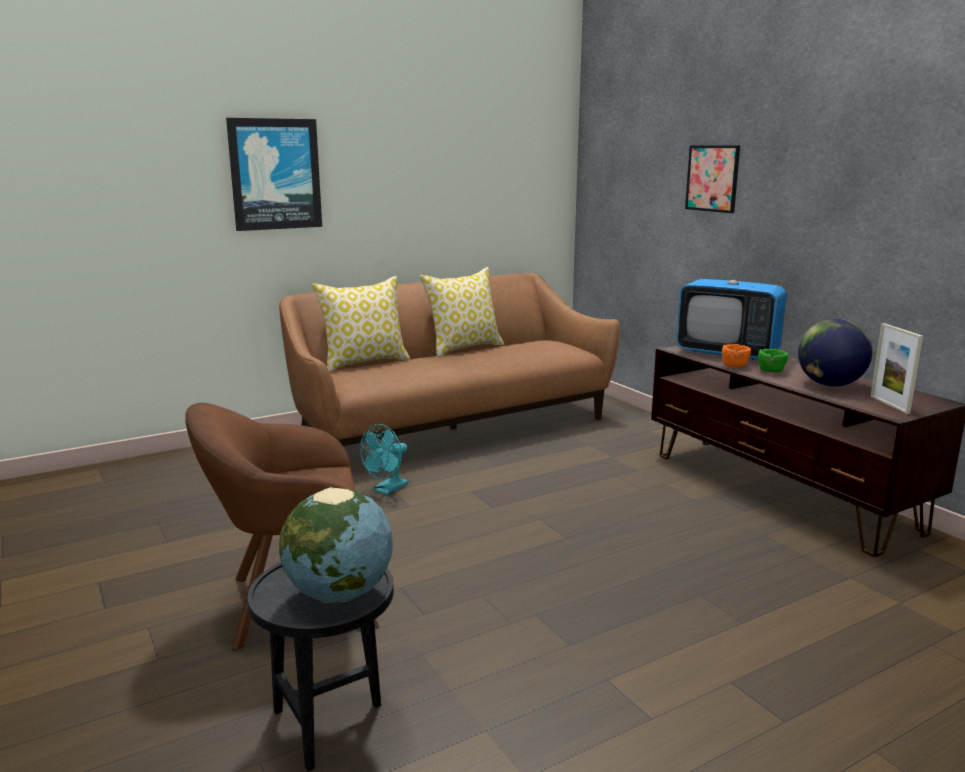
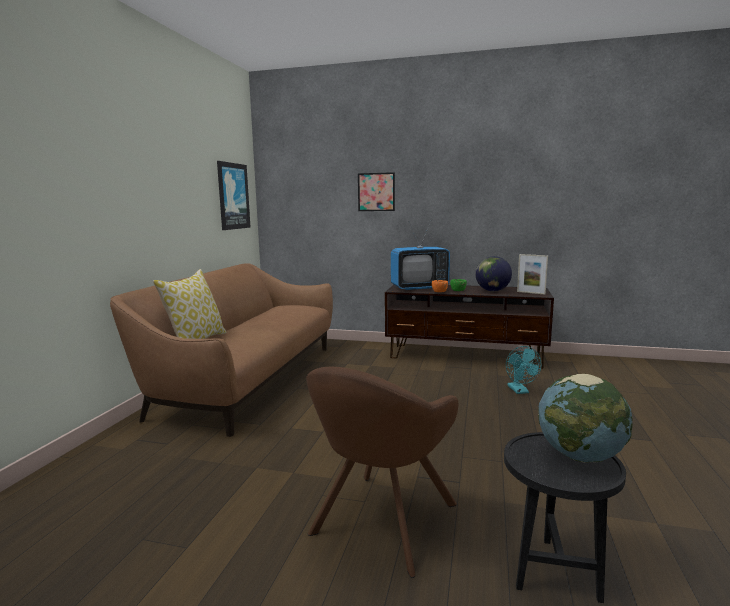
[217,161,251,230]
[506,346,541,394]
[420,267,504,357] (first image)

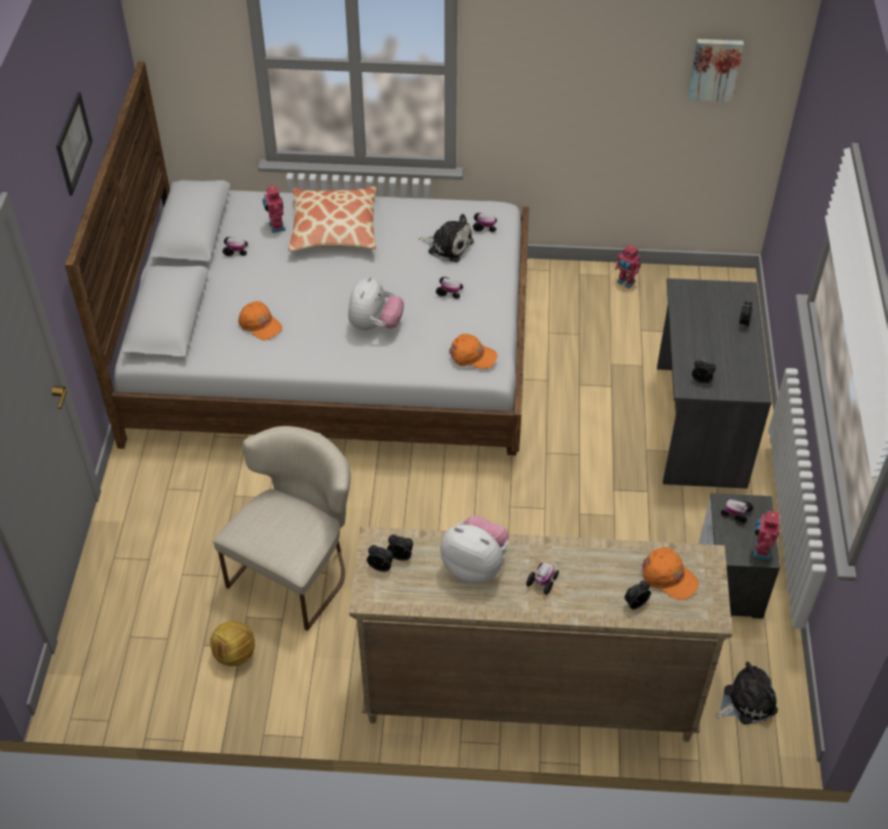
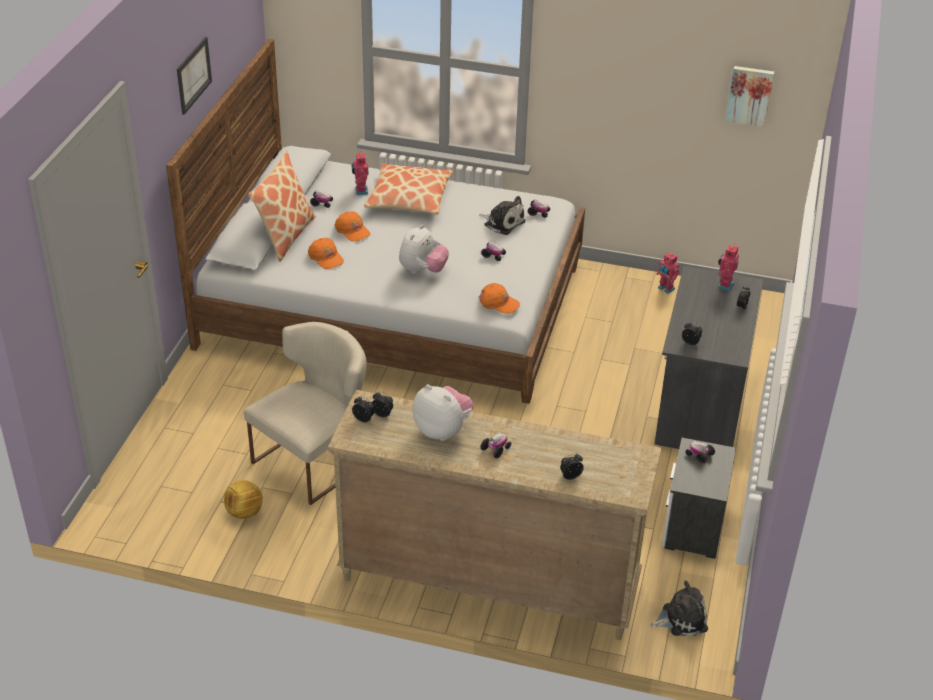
[248,151,316,262]
[335,211,370,241]
[718,243,739,291]

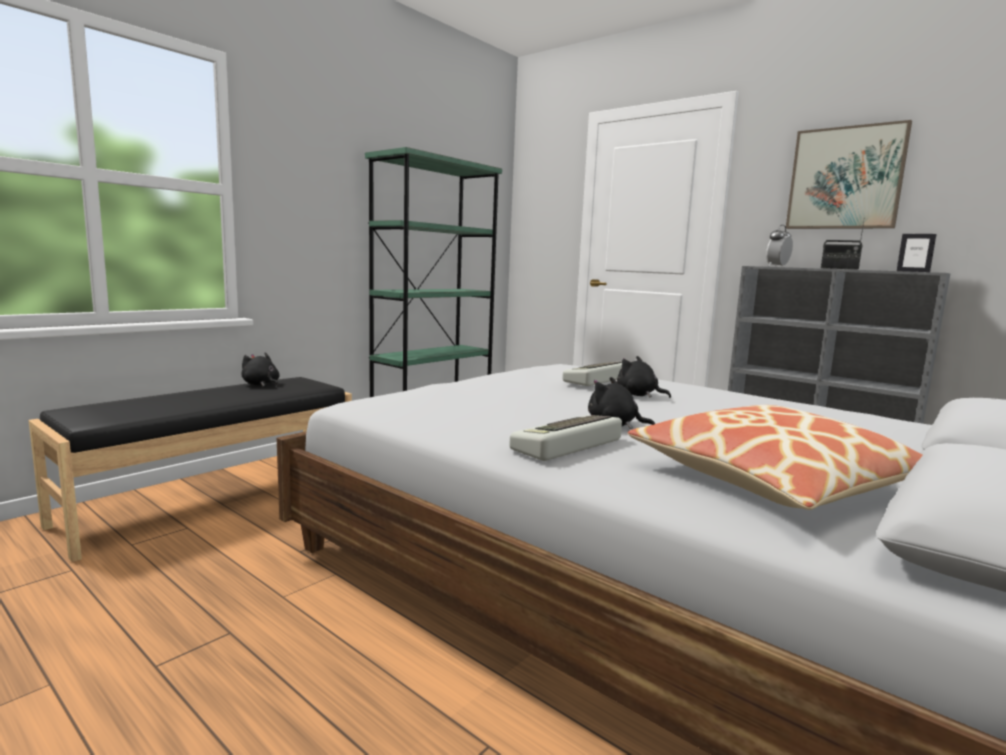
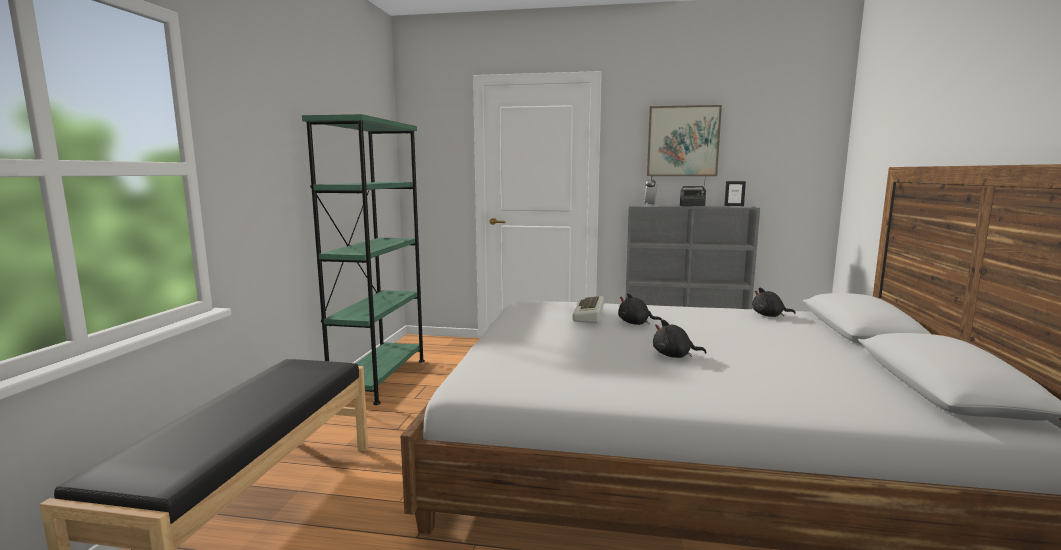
[752,288,796,317]
[509,415,622,461] (first image)
[628,405,923,510] (first image)

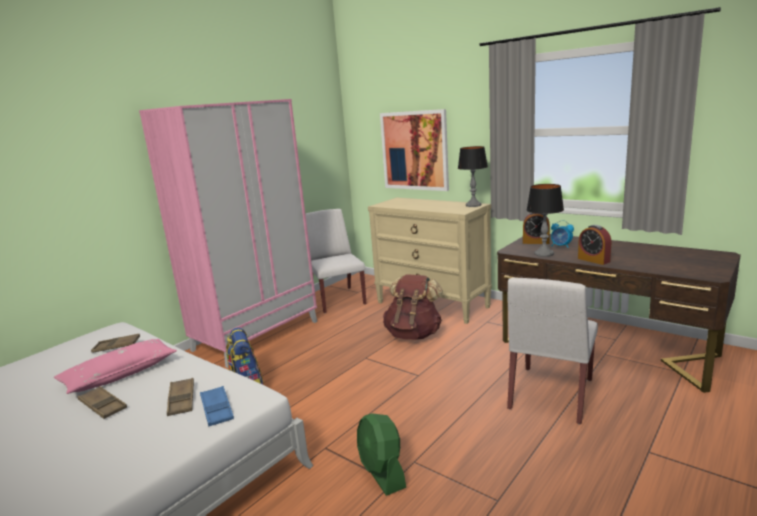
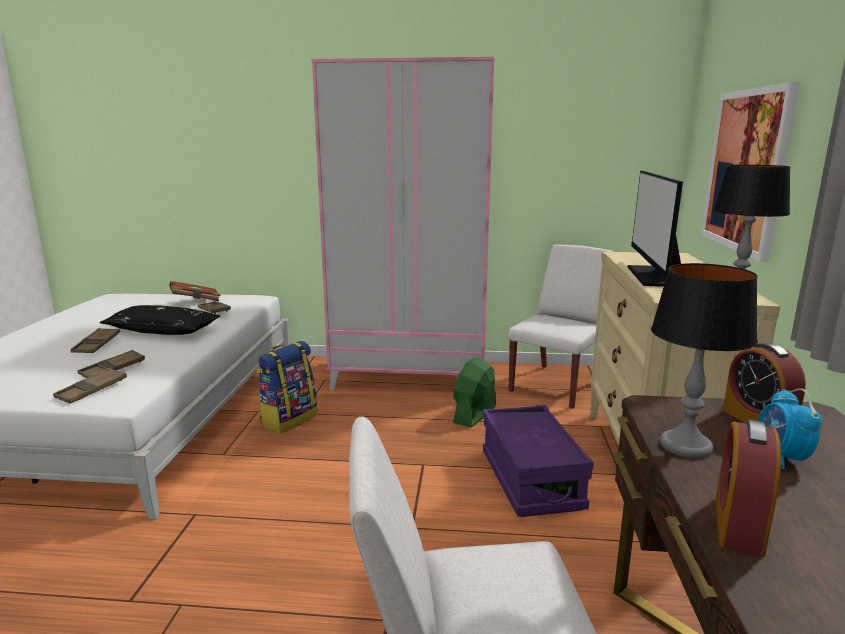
[53,368,127,404]
[99,305,220,335]
[169,281,221,301]
[453,357,496,428]
[483,405,594,517]
[628,171,683,287]

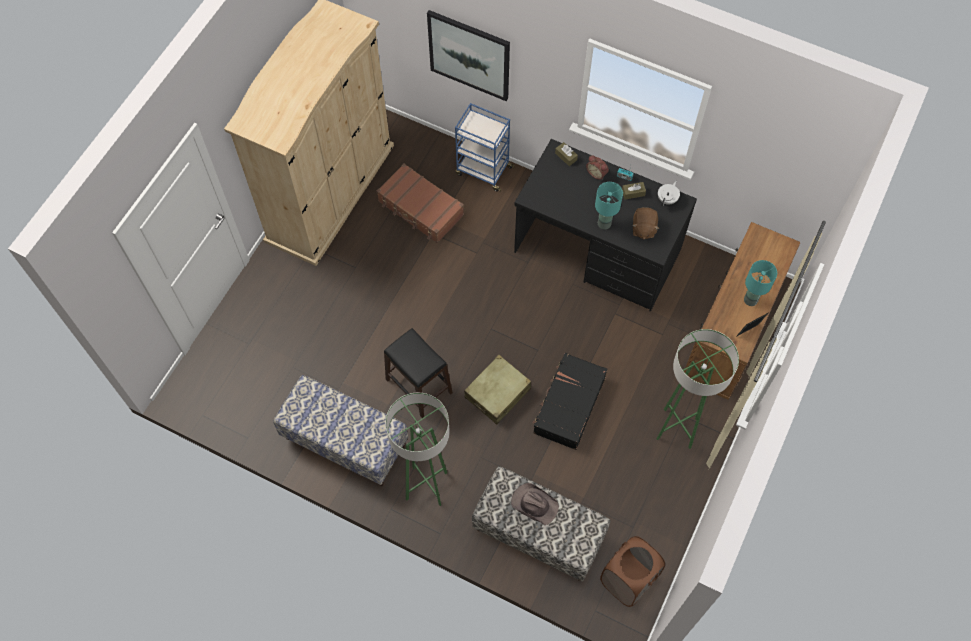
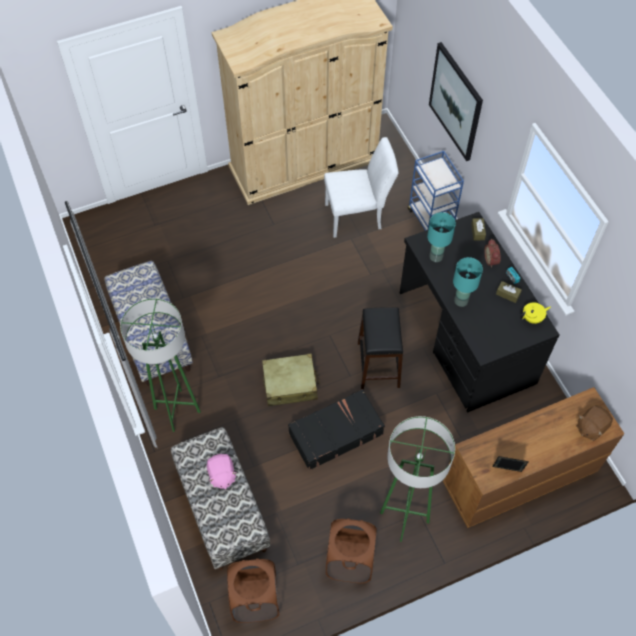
[207,454,236,489]
[324,137,399,238]
[326,518,377,583]
[358,307,403,389]
[427,212,456,262]
[520,302,551,324]
[577,405,613,441]

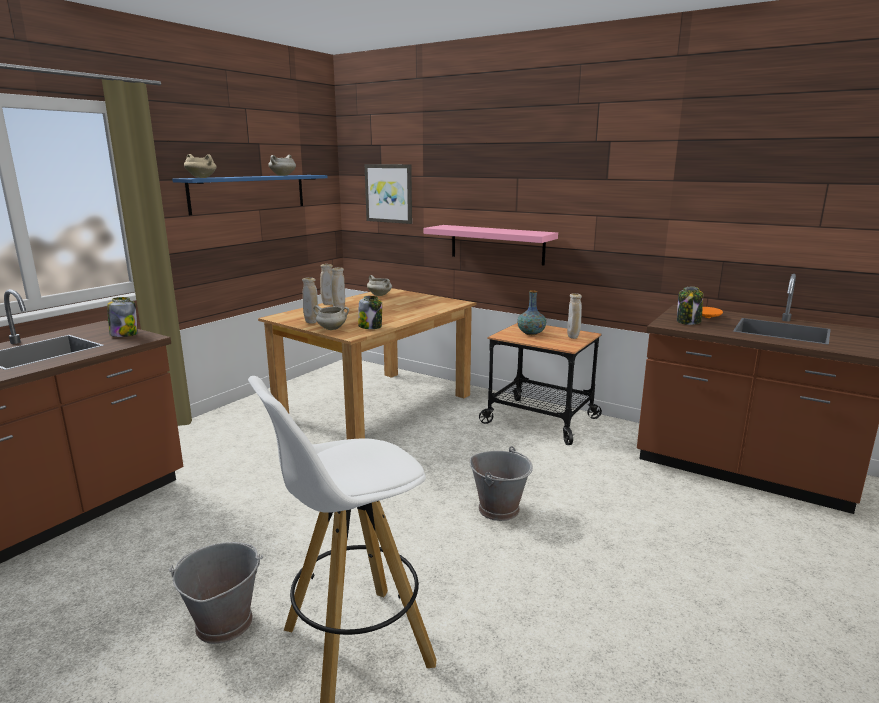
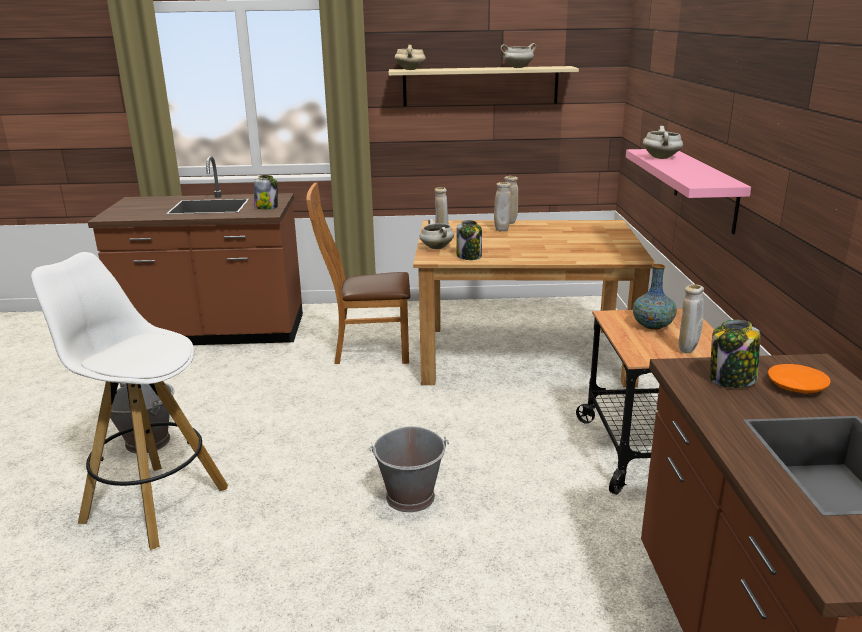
[306,183,410,364]
[389,66,579,107]
[643,126,683,159]
[365,164,412,224] (first image)

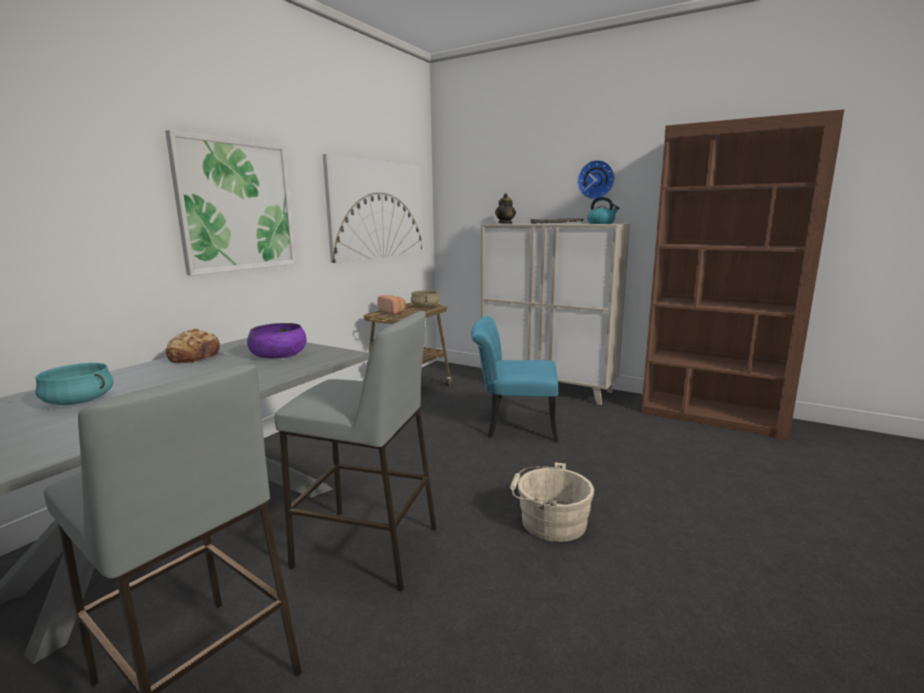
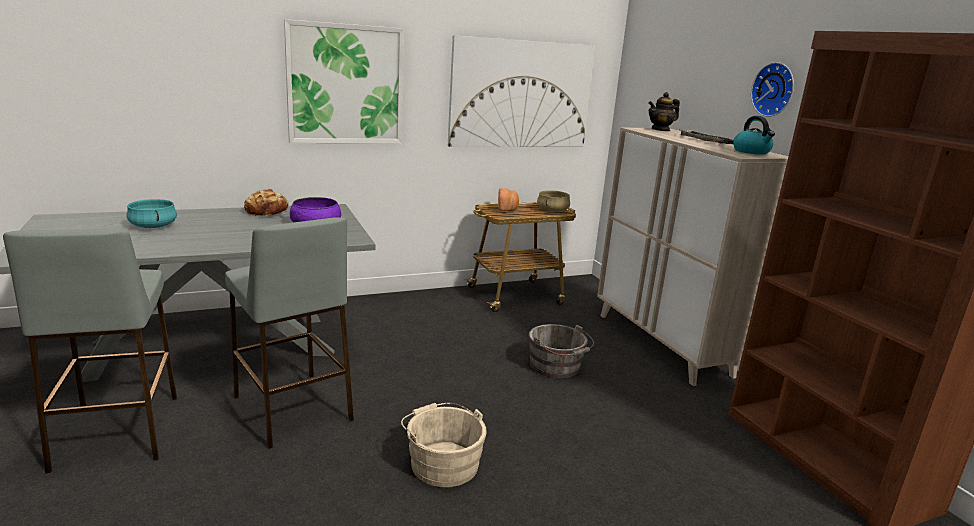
[528,324,594,378]

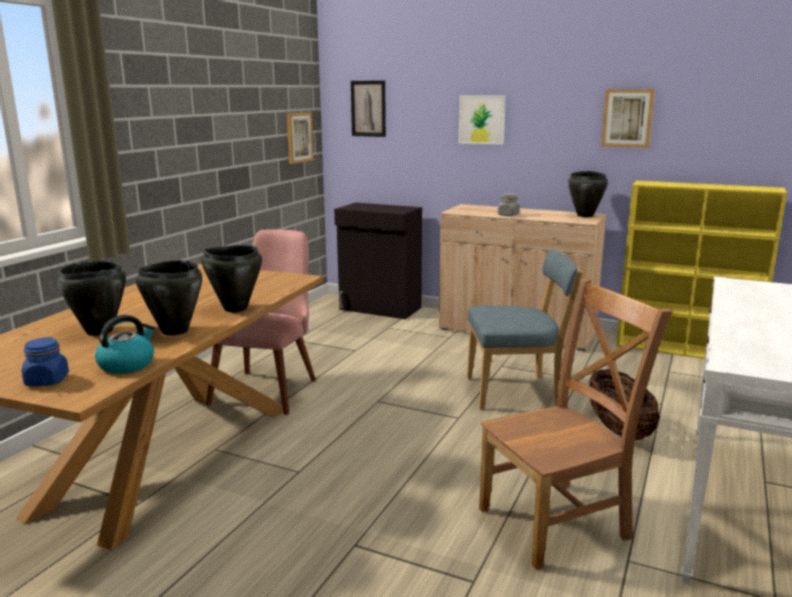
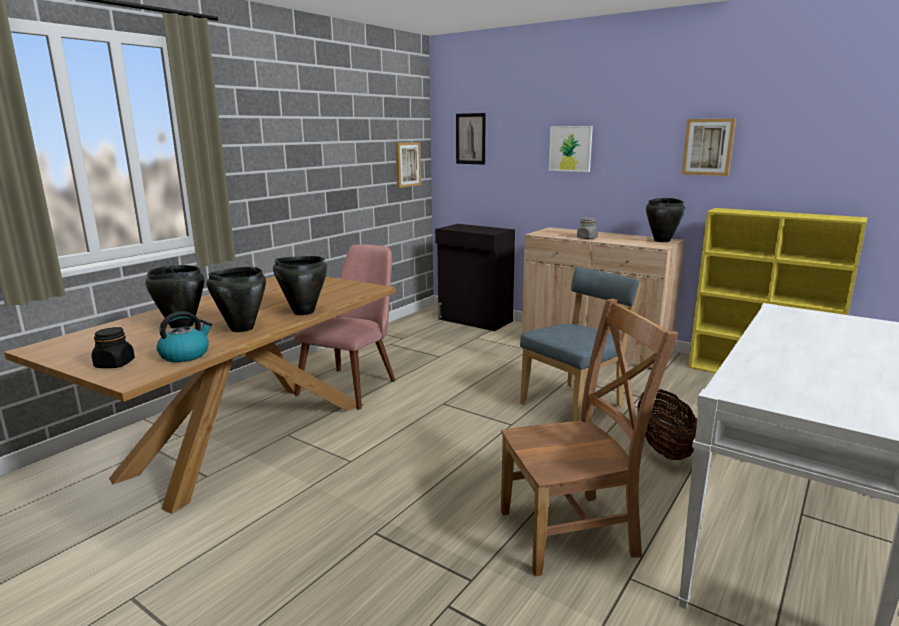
[92,327,135,368]
[520,267,641,422]

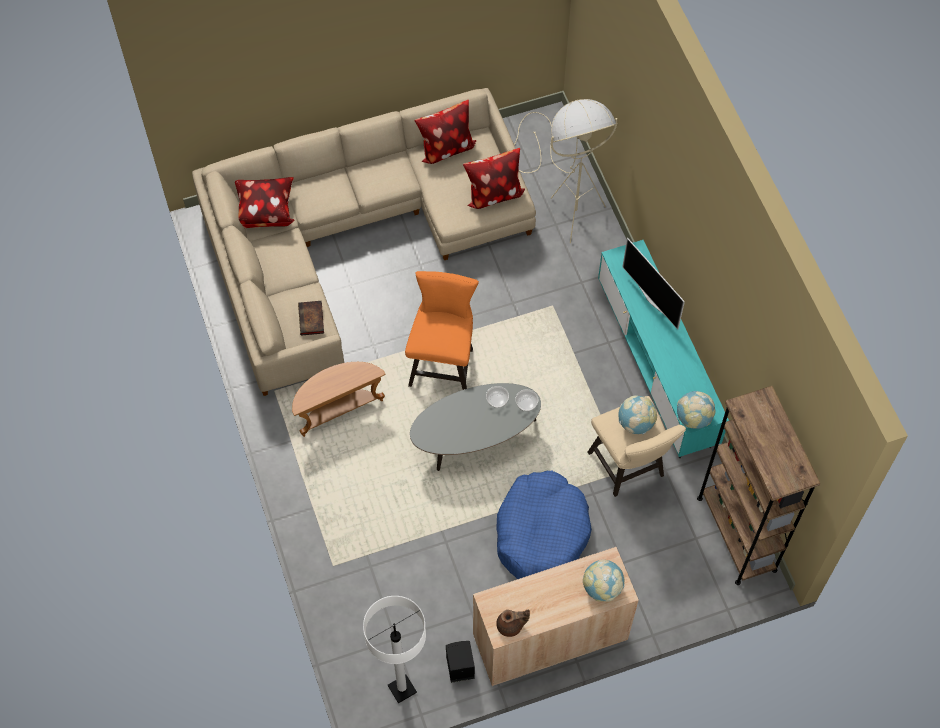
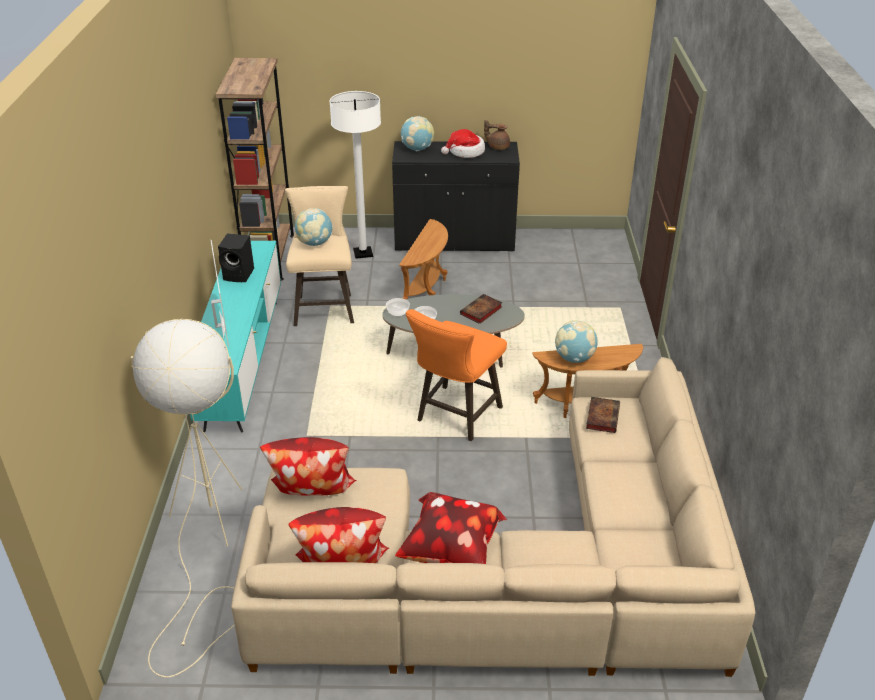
[218,234,254,282]
[329,91,381,259]
[392,141,520,252]
[395,492,507,564]
[399,219,448,299]
[441,129,485,158]
[460,294,502,324]
[555,320,598,363]

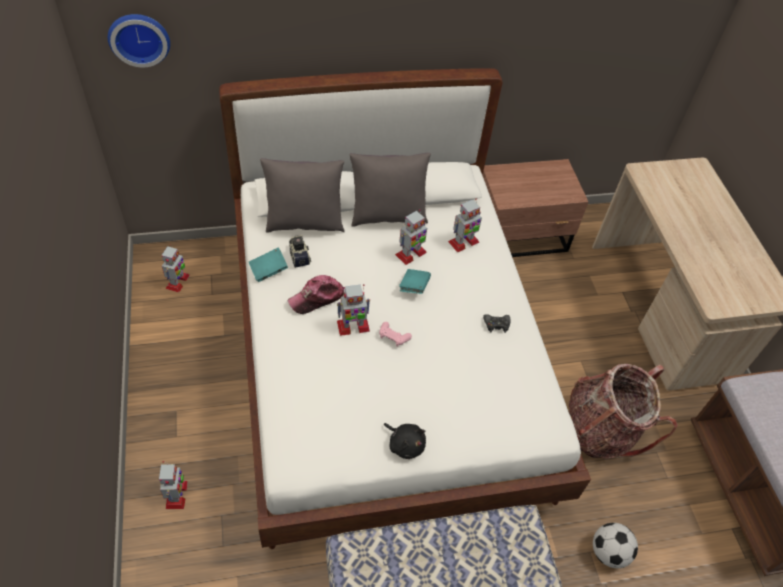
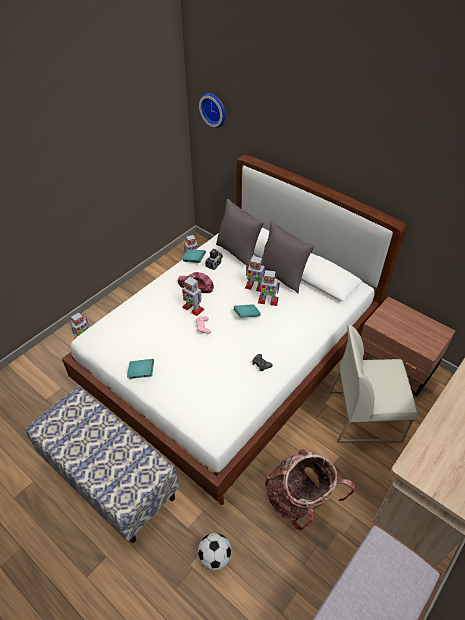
[127,359,154,379]
[245,256,265,292]
[329,324,417,443]

